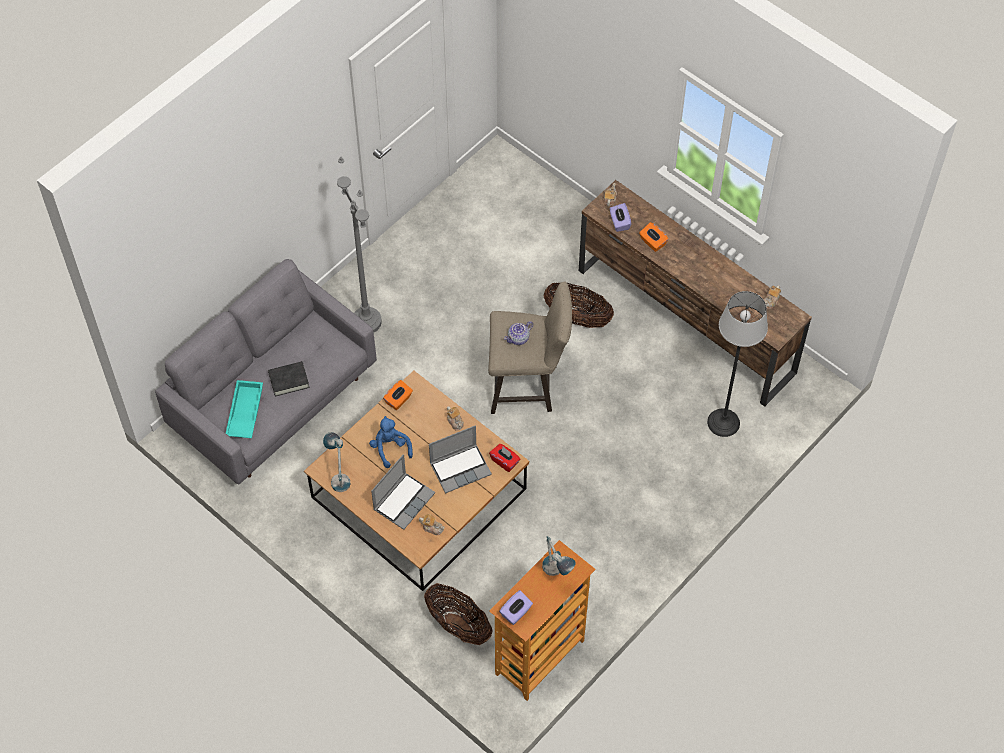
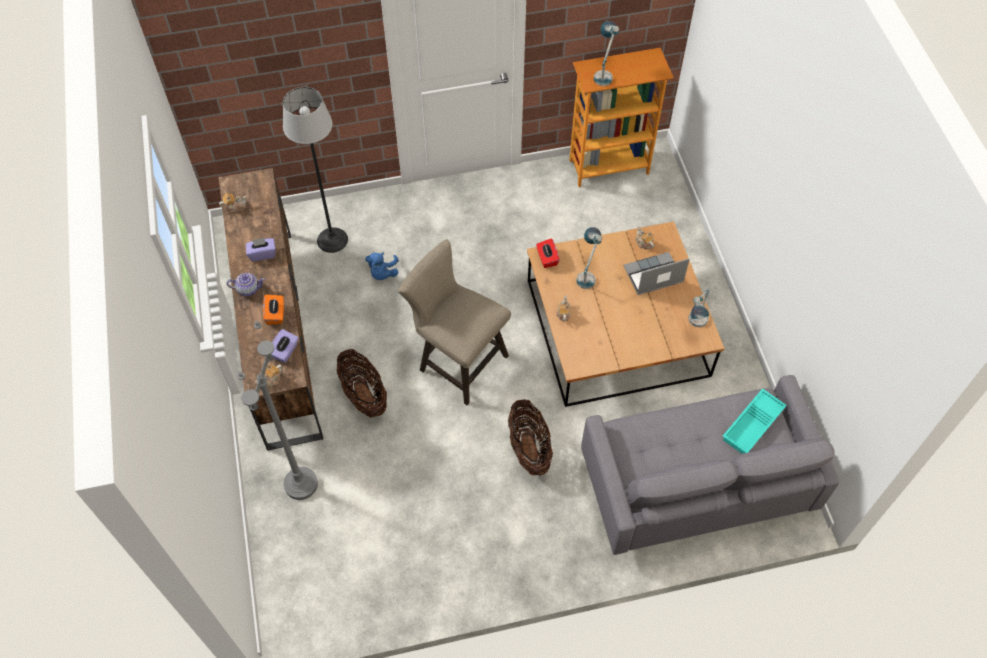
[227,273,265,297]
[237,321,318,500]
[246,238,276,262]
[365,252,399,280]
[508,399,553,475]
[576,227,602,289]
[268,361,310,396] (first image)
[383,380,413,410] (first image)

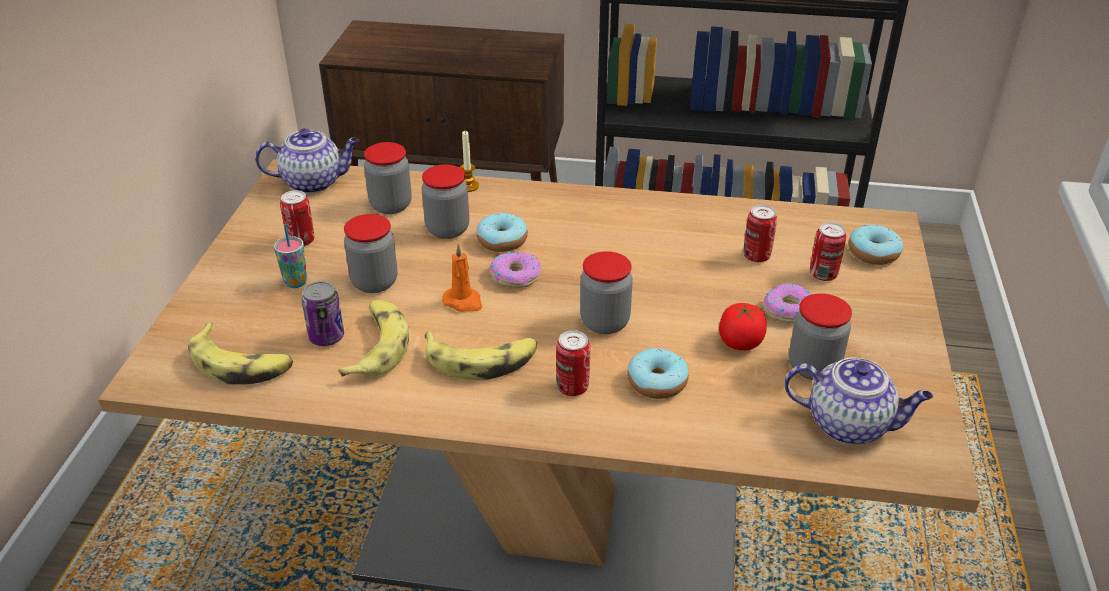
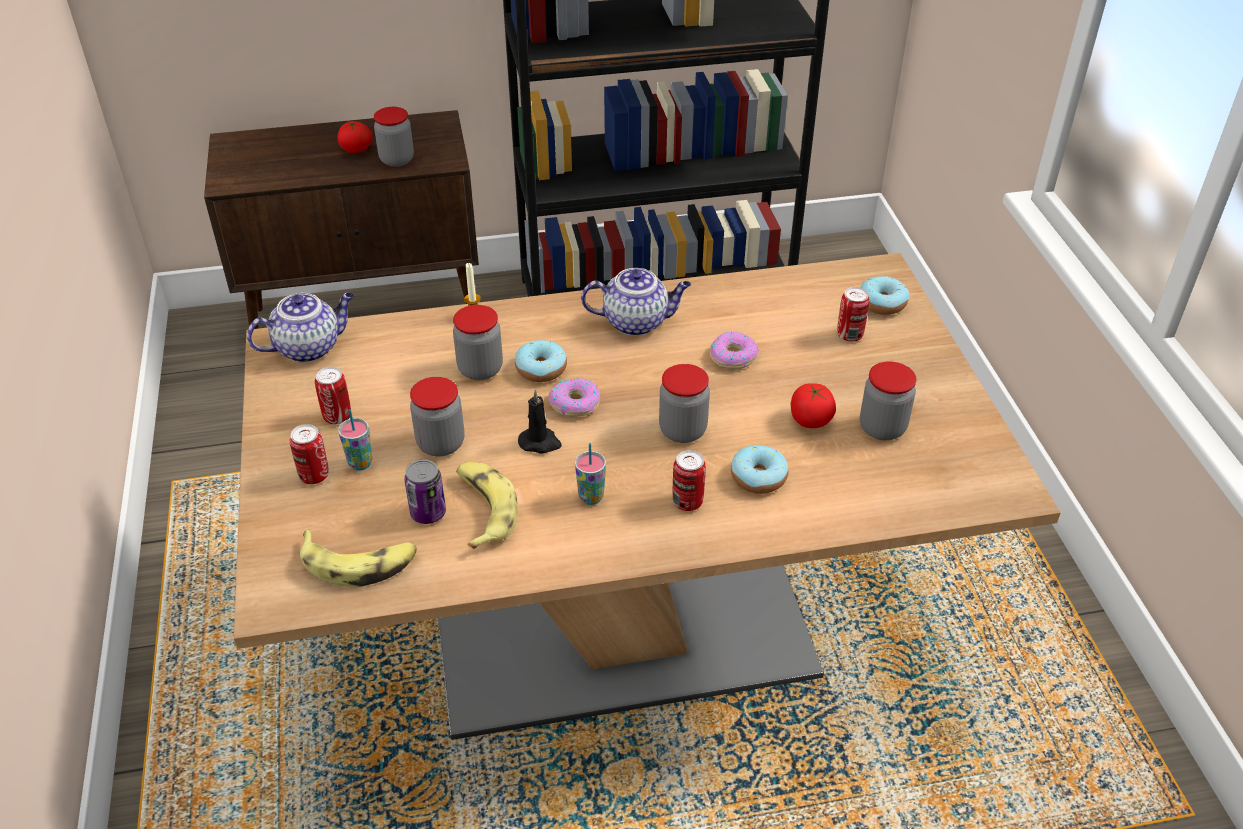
[290,424,329,484]
[337,121,373,153]
[374,107,414,167]
[518,389,562,454]
[575,443,606,505]
[581,268,691,336]
[710,332,759,370]

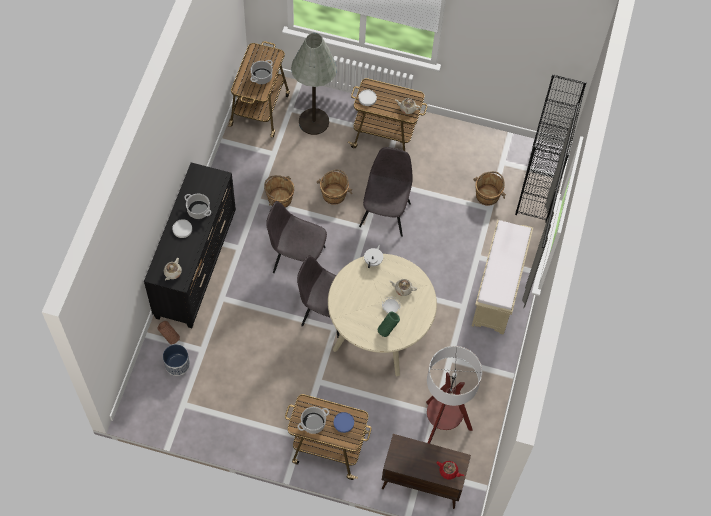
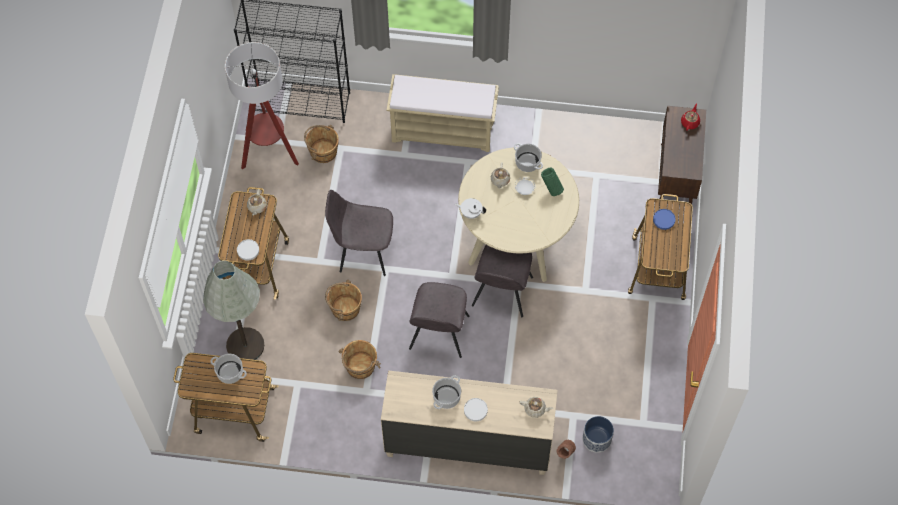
[225,42,299,169]
[381,370,558,475]
[514,143,543,172]

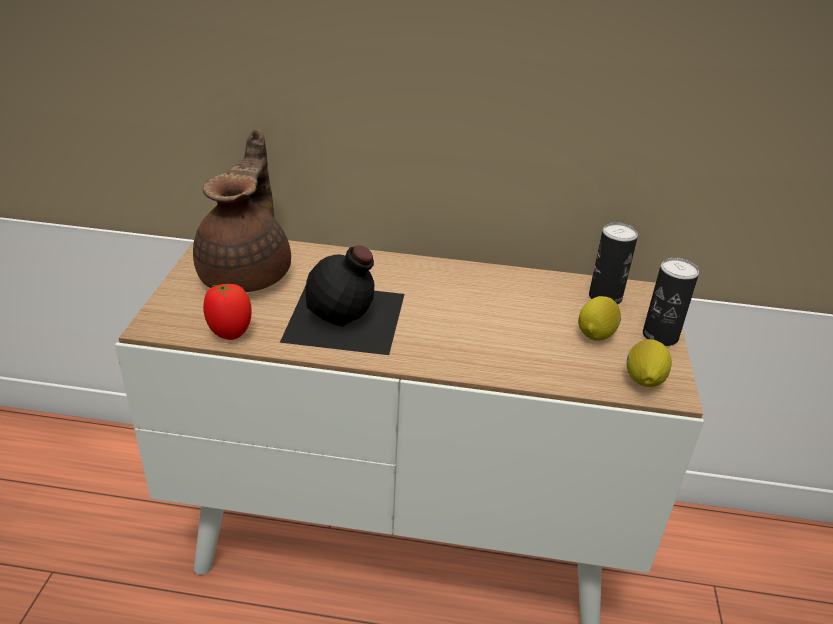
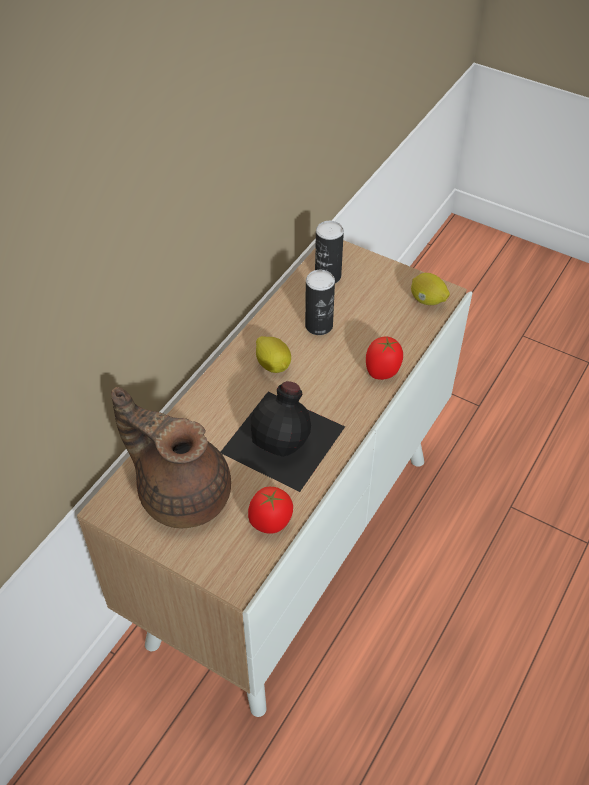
[256,336,291,373]
[305,270,335,335]
[366,336,403,380]

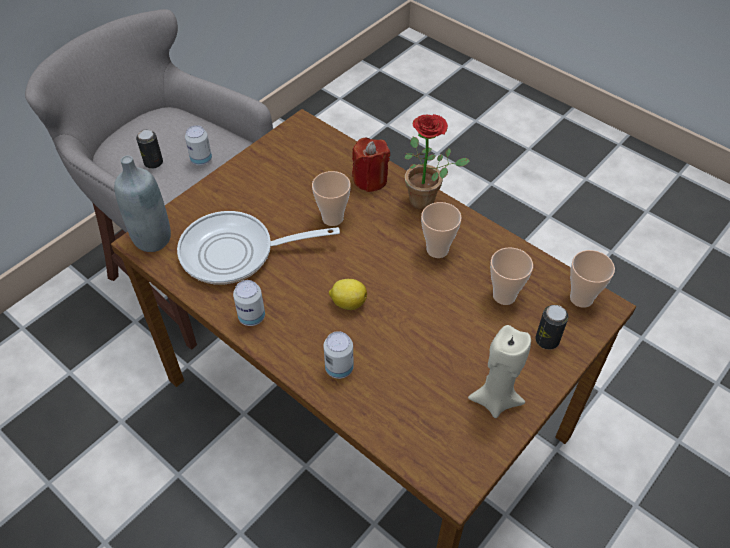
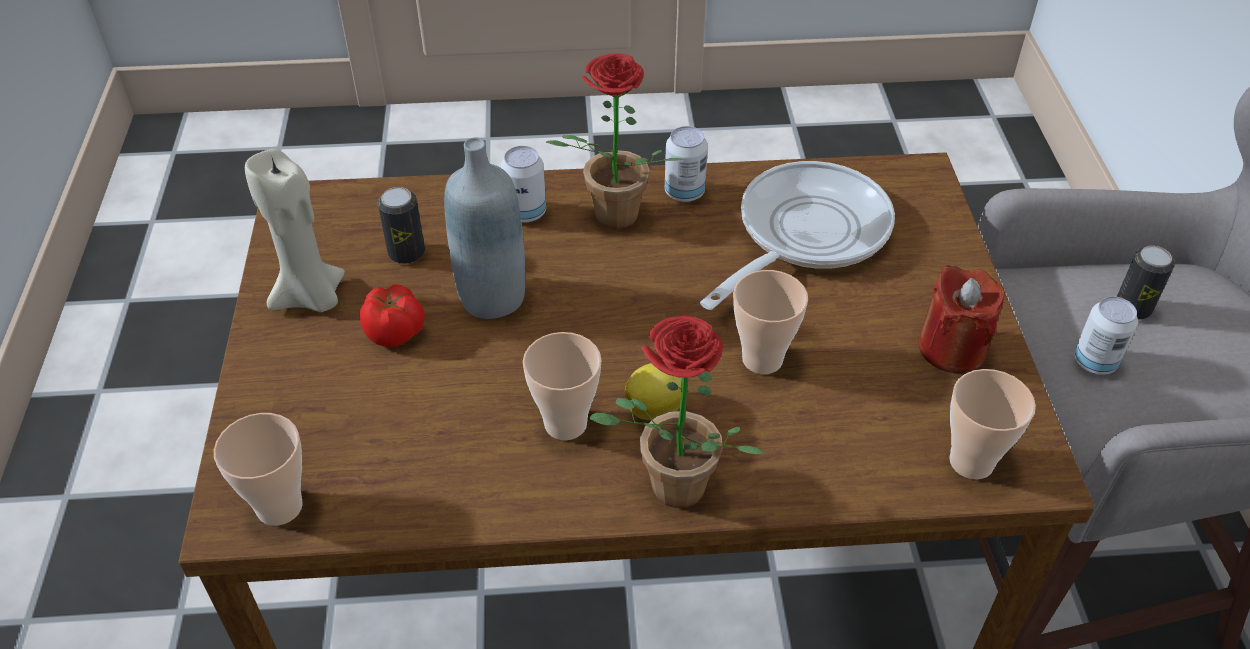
[360,285,425,347]
[378,187,425,264]
[444,138,526,319]
[546,54,683,229]
[625,363,688,420]
[918,265,1005,373]
[949,369,1036,480]

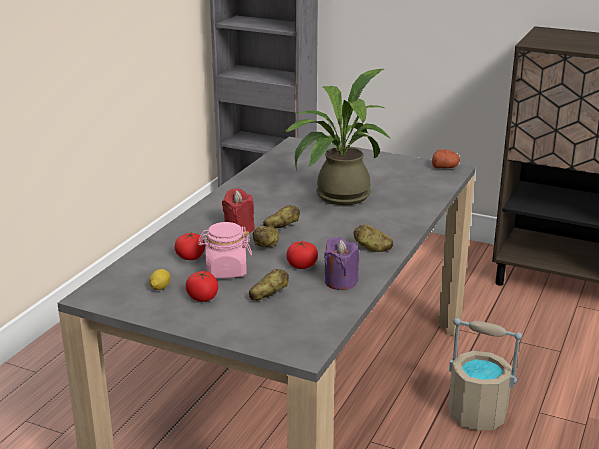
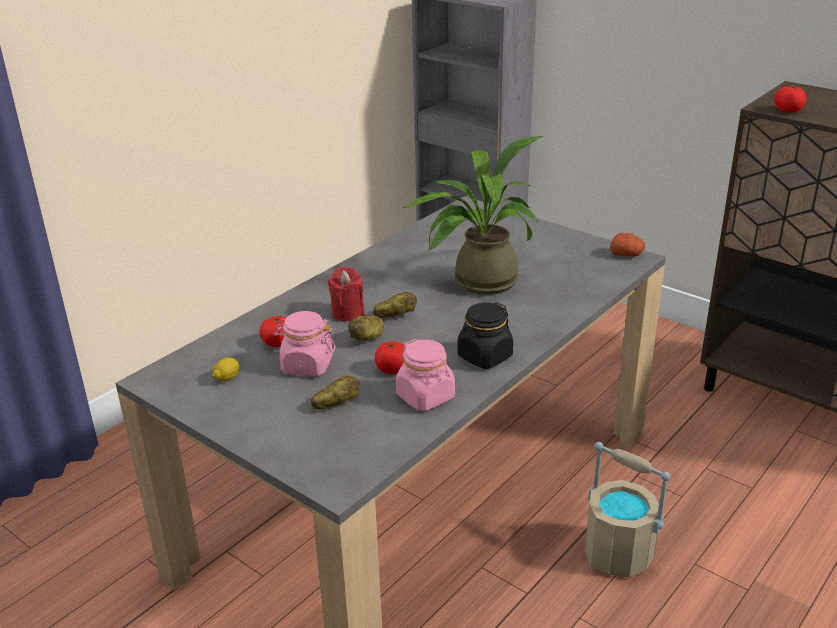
[396,339,455,411]
[457,302,513,369]
[775,86,806,112]

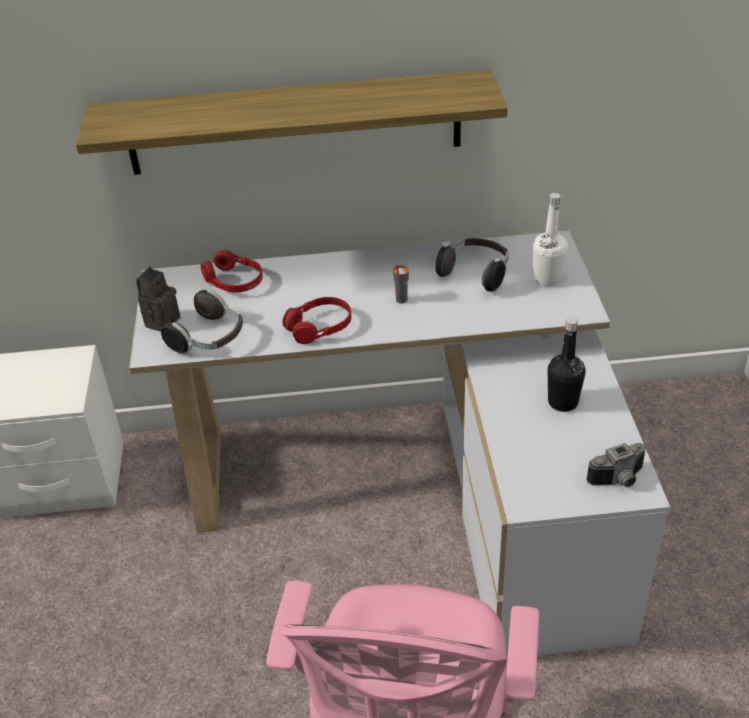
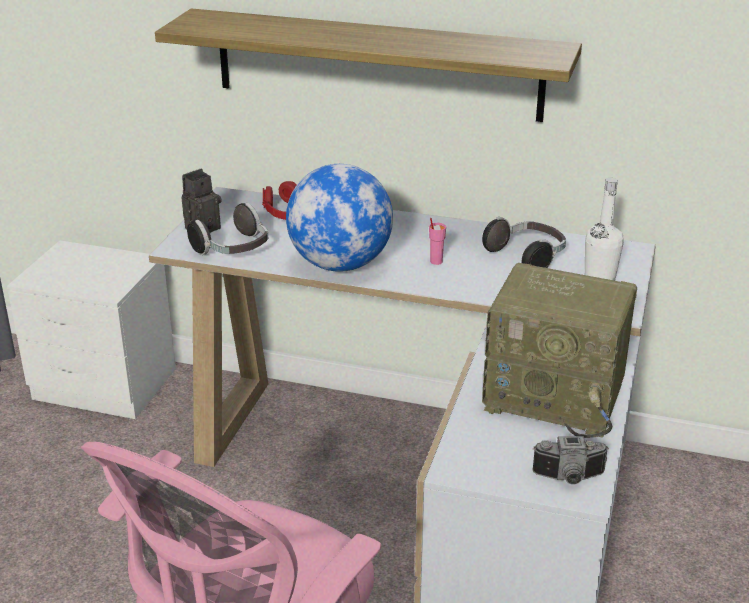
[286,164,393,272]
[429,218,446,265]
[482,263,637,438]

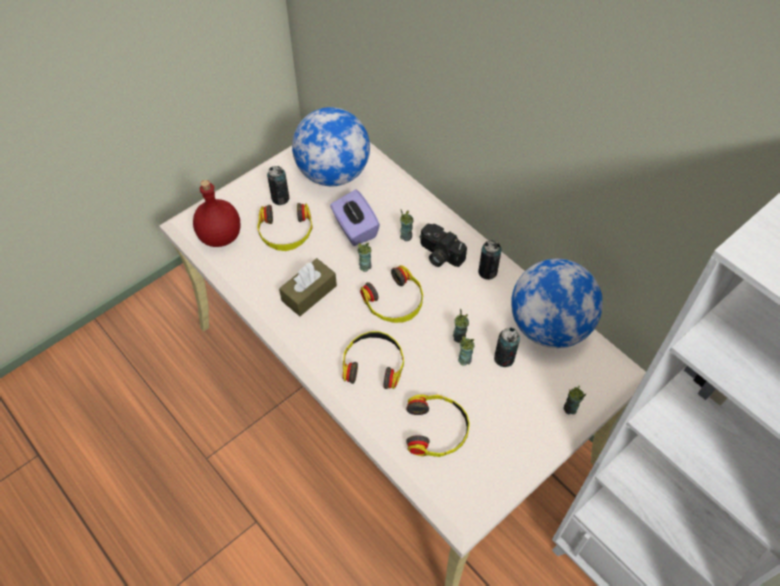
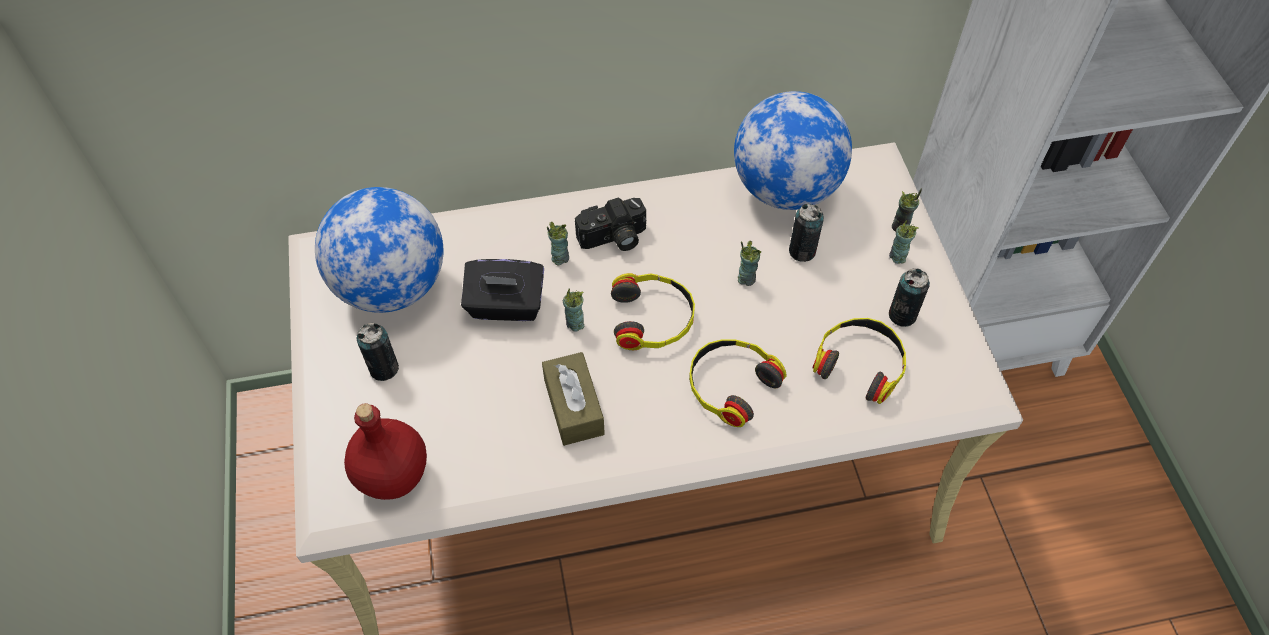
[461,259,544,321]
[889,220,919,264]
[889,269,930,327]
[257,203,313,251] (first image)

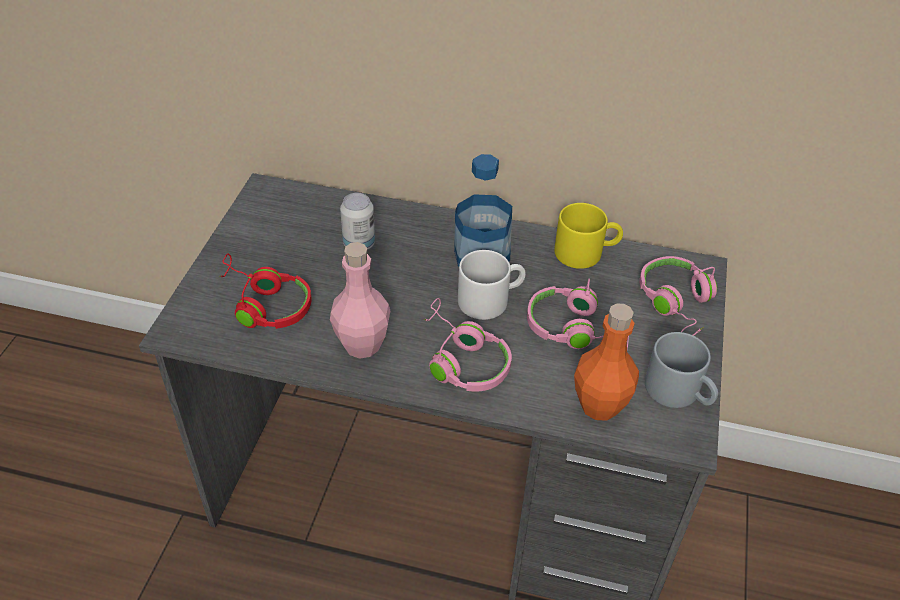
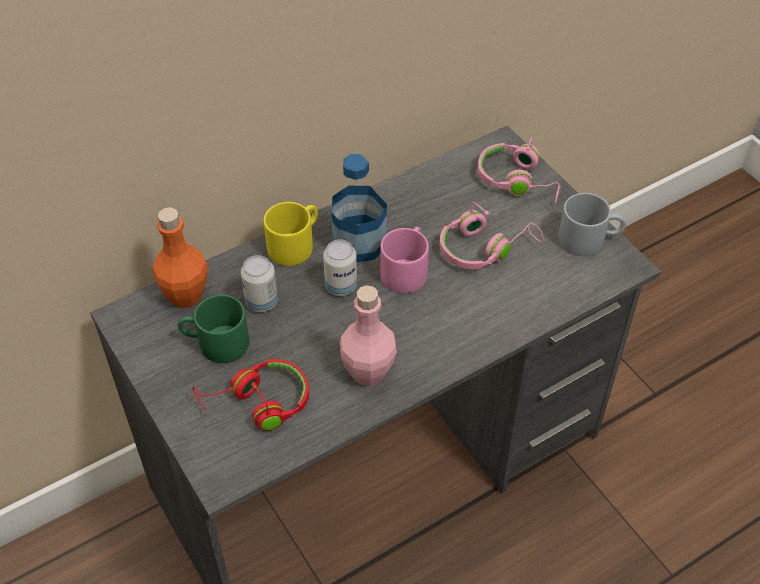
[153,207,208,308]
[178,295,249,363]
[264,202,318,266]
[323,239,357,296]
[380,227,429,293]
[424,298,512,392] (first image)

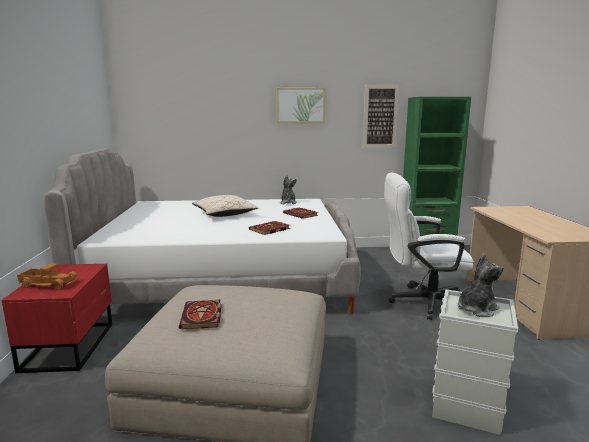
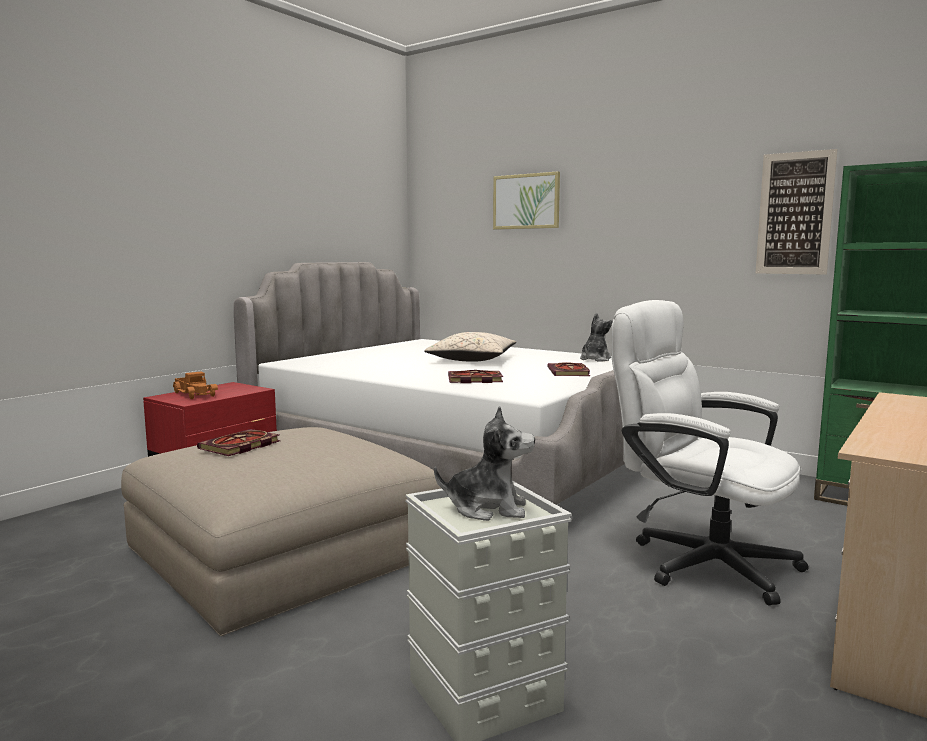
[493,171,560,230]

